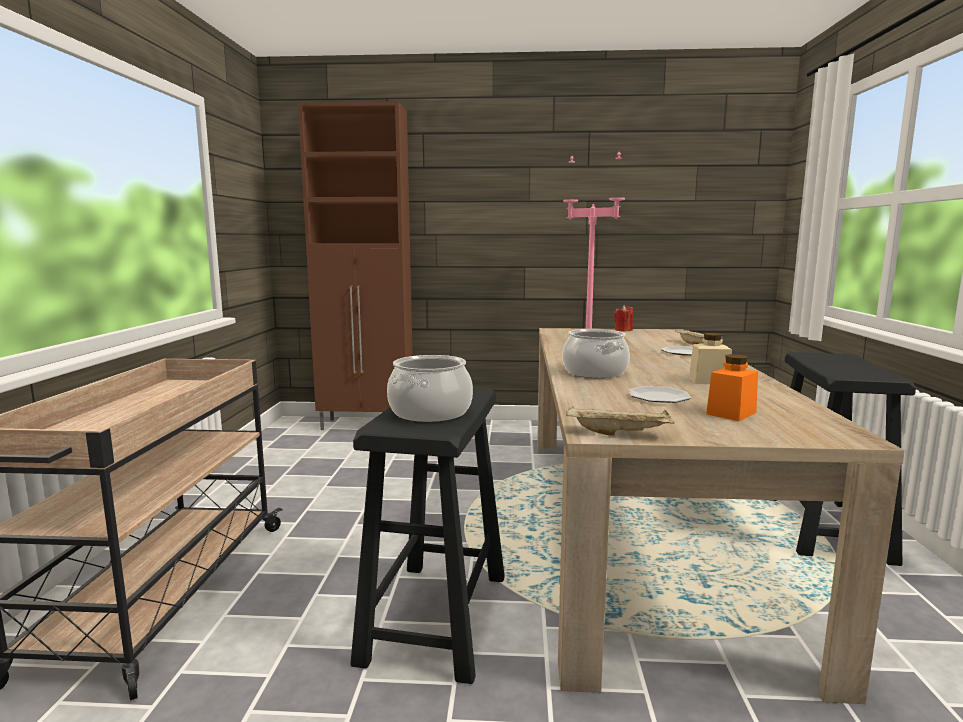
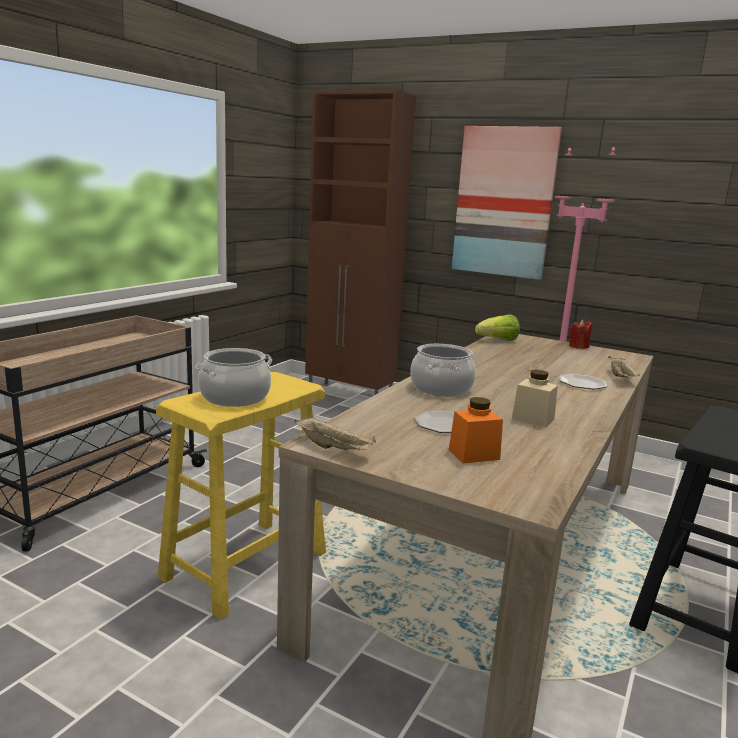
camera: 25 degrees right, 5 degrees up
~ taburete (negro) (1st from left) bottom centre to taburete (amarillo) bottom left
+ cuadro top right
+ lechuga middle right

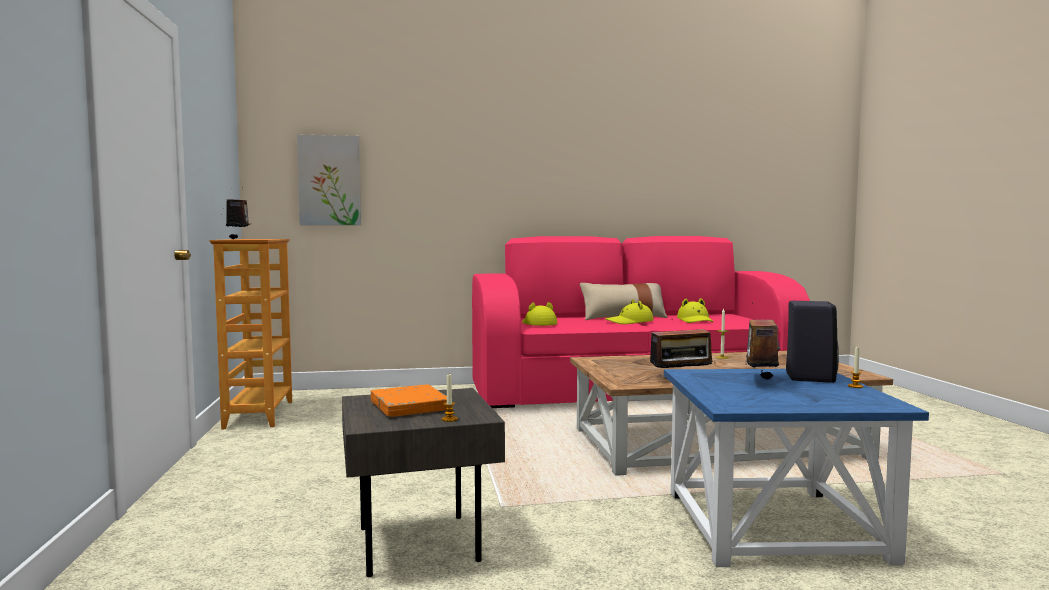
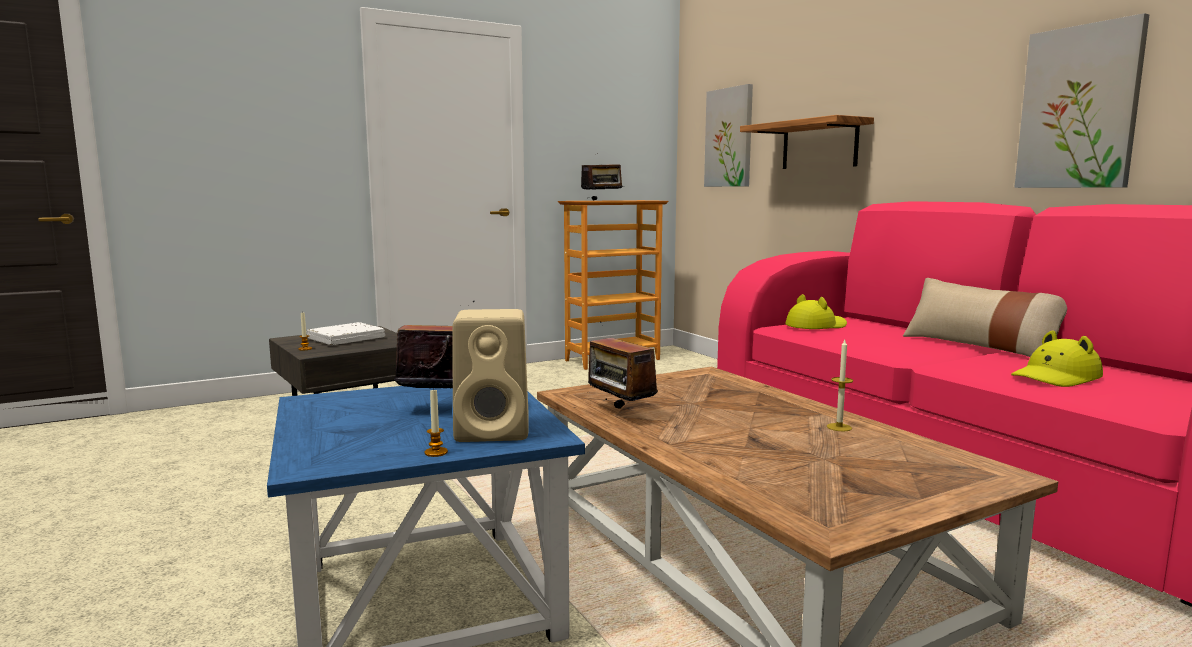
camera: 70 degrees right, 5 degrees up
- sombrero (amarillo) (2nd from left) centre
~ altavoz (negro) middle right to altavoz (beis) centre
~ libro (naranja) bottom centre to libro (blanco) middle left
+ cuadro (2nd from left) top right
+ estante top right

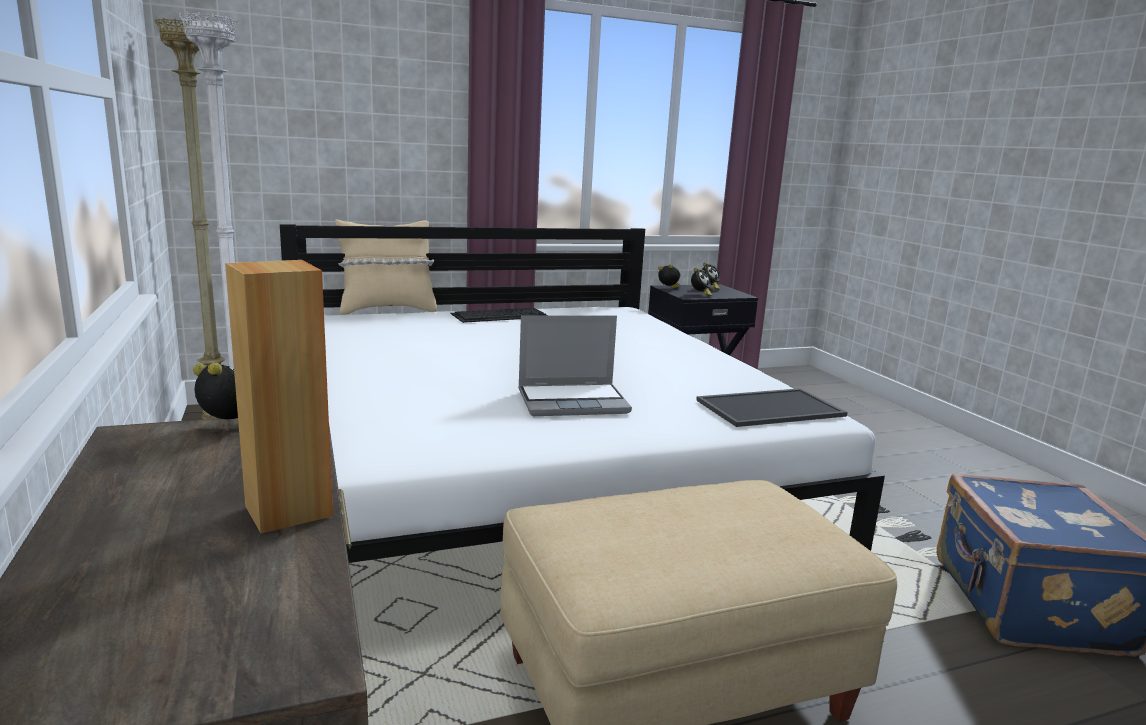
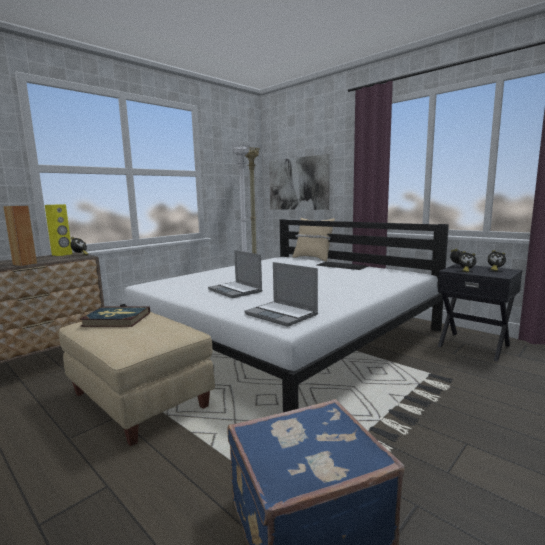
camera: 65 degrees right, 5 degrees down
~ bandeja middle right to portátil (2nd from left) centre
+ cuadro centre
+ altavoz (amarillo) middle left
+ libro middle left

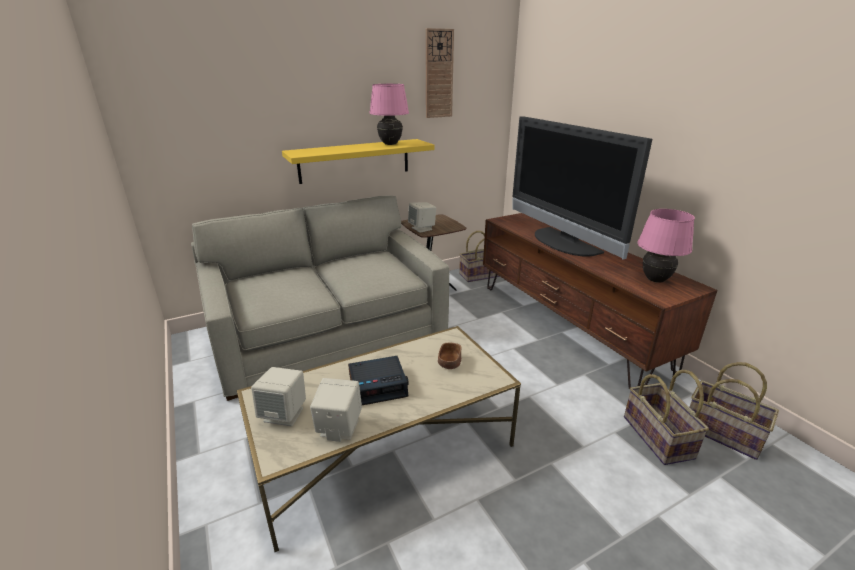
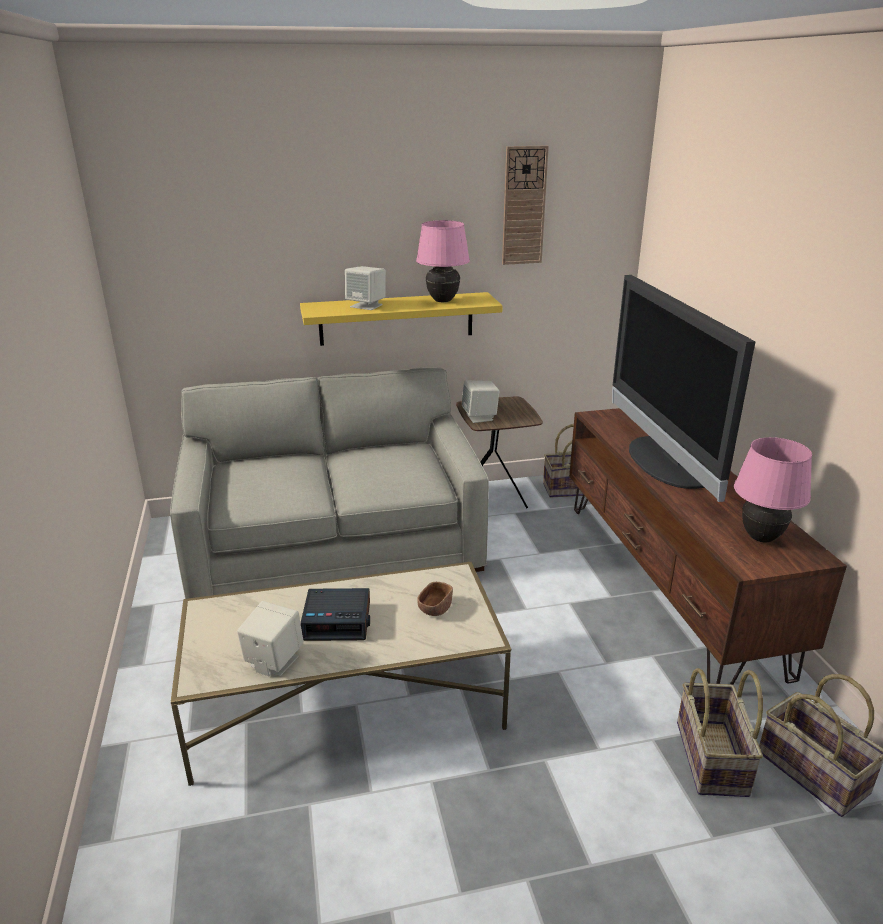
camera: 15 degrees right, 0 degrees up
~ altavoz (beis) (1st from left in the first image) bottom left to altavoz (beis) (2nd from left) top centre

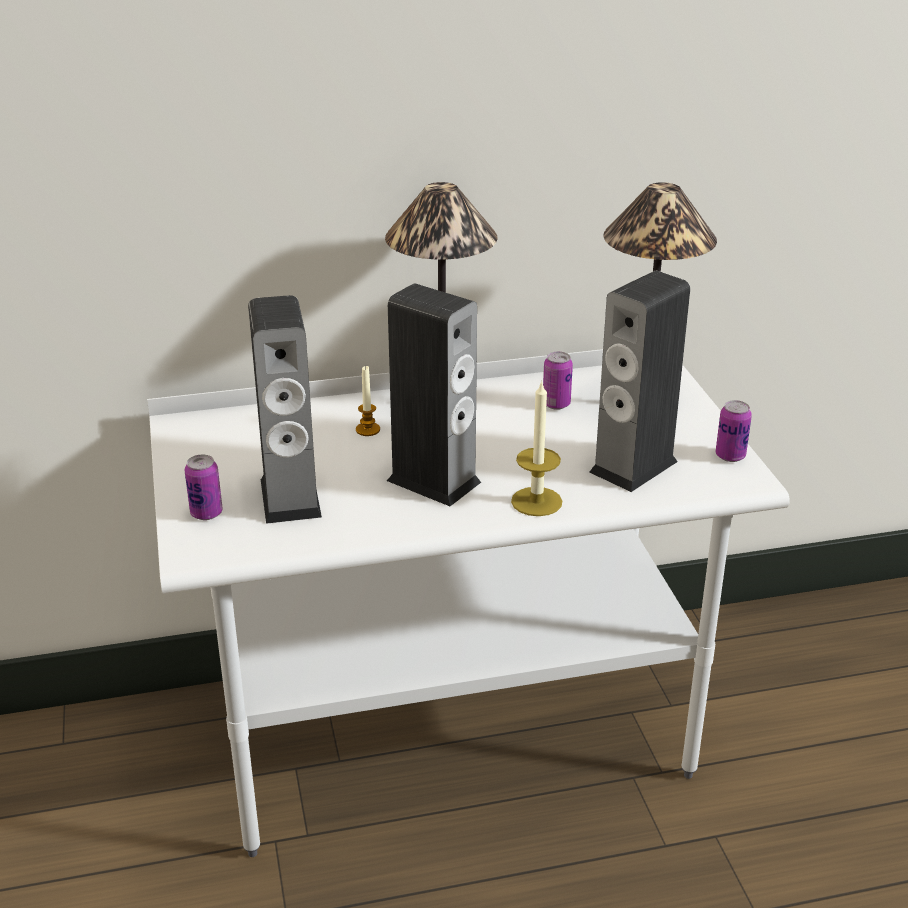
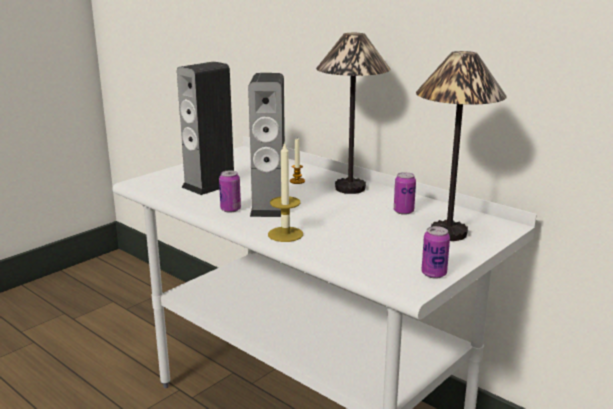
camera: 55 degrees right, 10 degrees down
- altavoz (3rd from left) middle right
~ lata (1st from left) middle left to centre

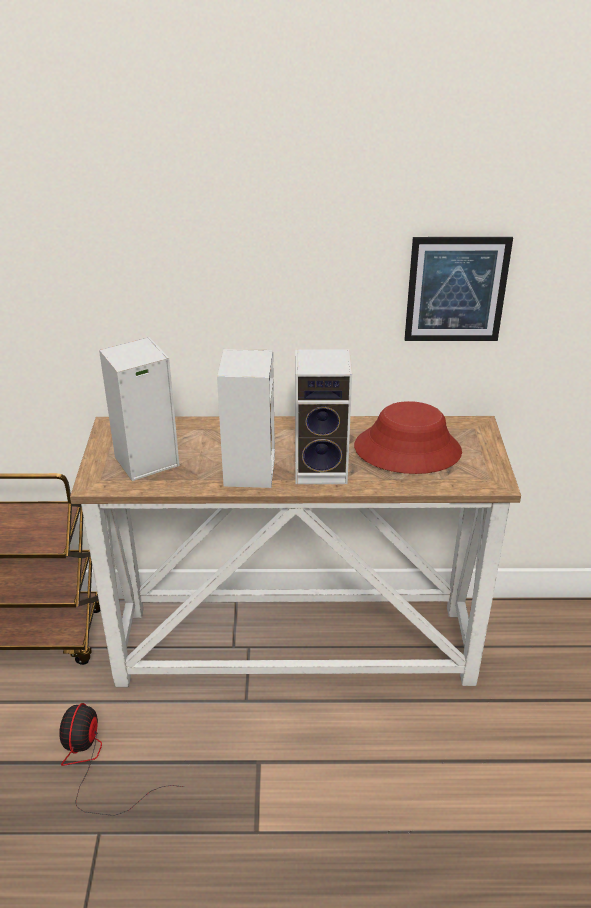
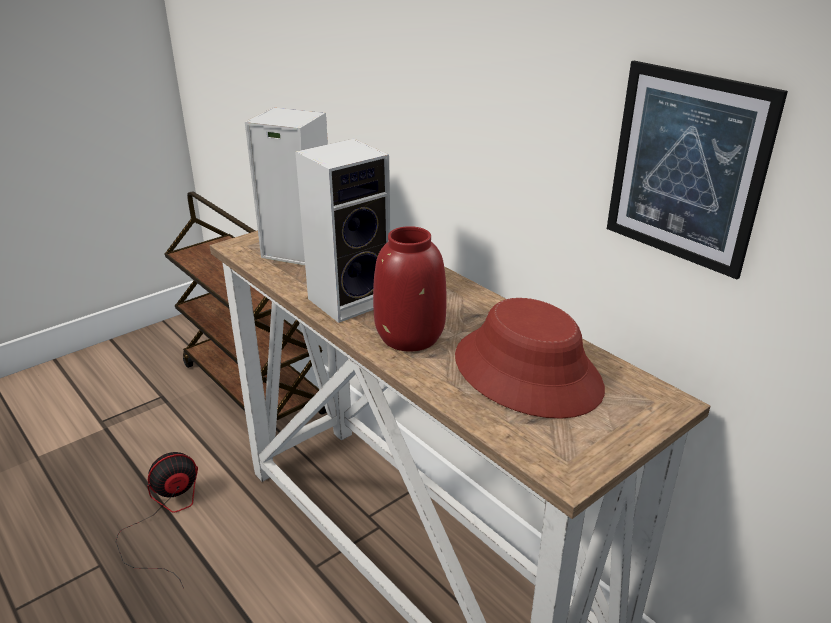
camera: 50 degrees right, 5 degrees down
~ altavoz (3rd from left) centre to florero (rojo) centre

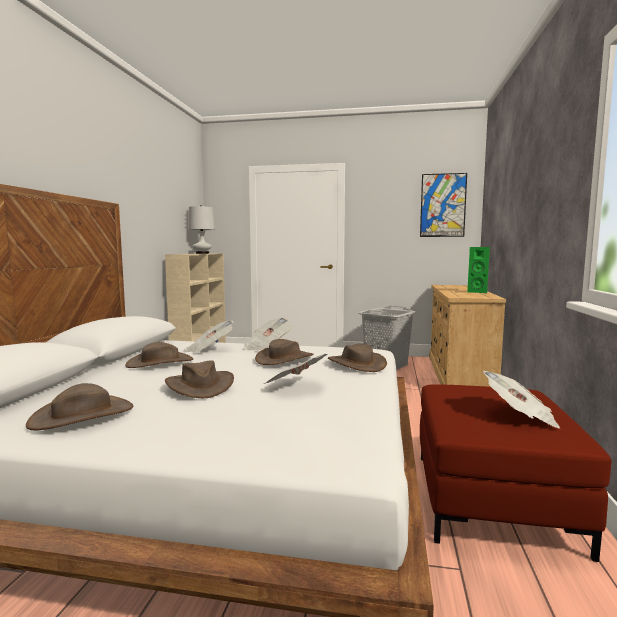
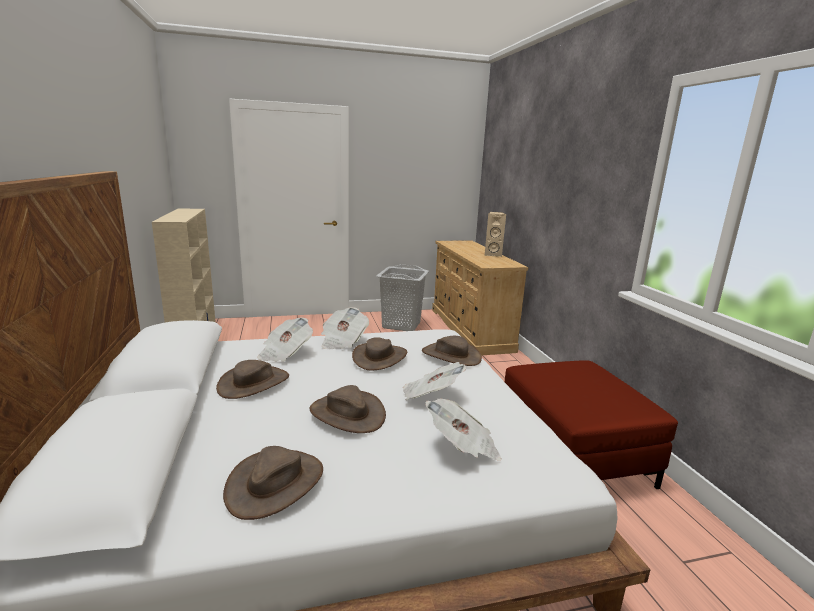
camera: 25 degrees left, 10 degrees up
- cuadro top right
- lámpara de mesa (blanco) middle left
~ altavoz (verde) middle right to altavoz (beis) centre
~ periódico (4th from left) middle right to bottom centre

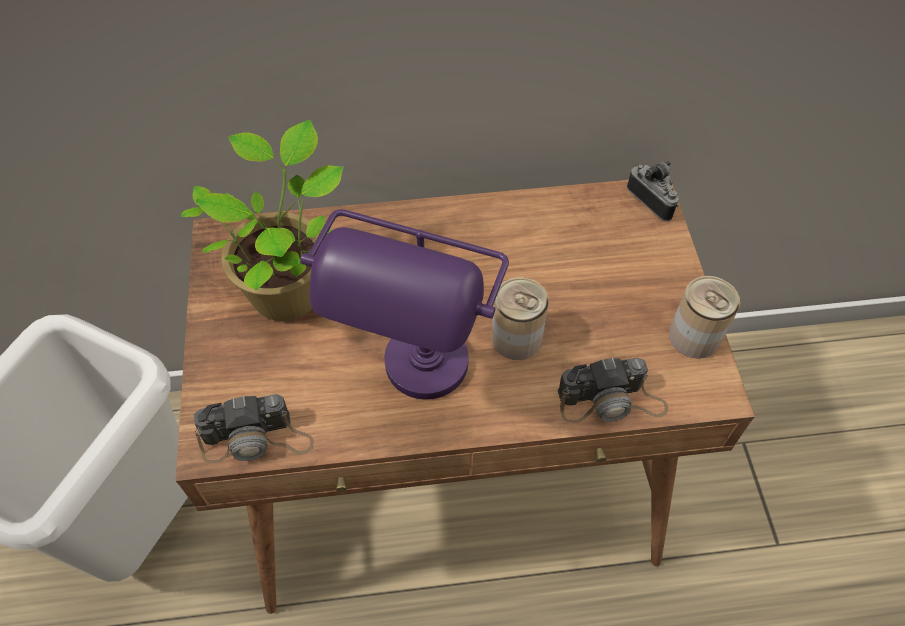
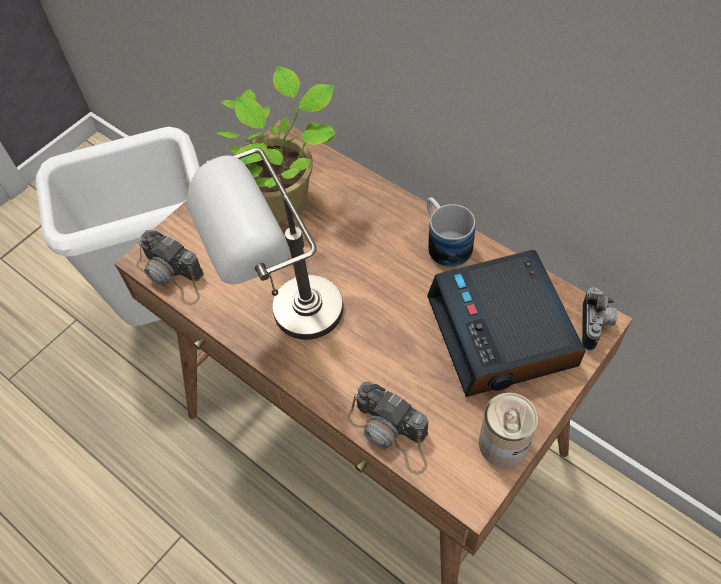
camera: 50 degrees right, 0 degrees up
~ lámpara de mesa (morado) centre to lámpara de mesa (gris) centre
- lata (1st from left) centre
+ taza grande centre
+ despertador middle right

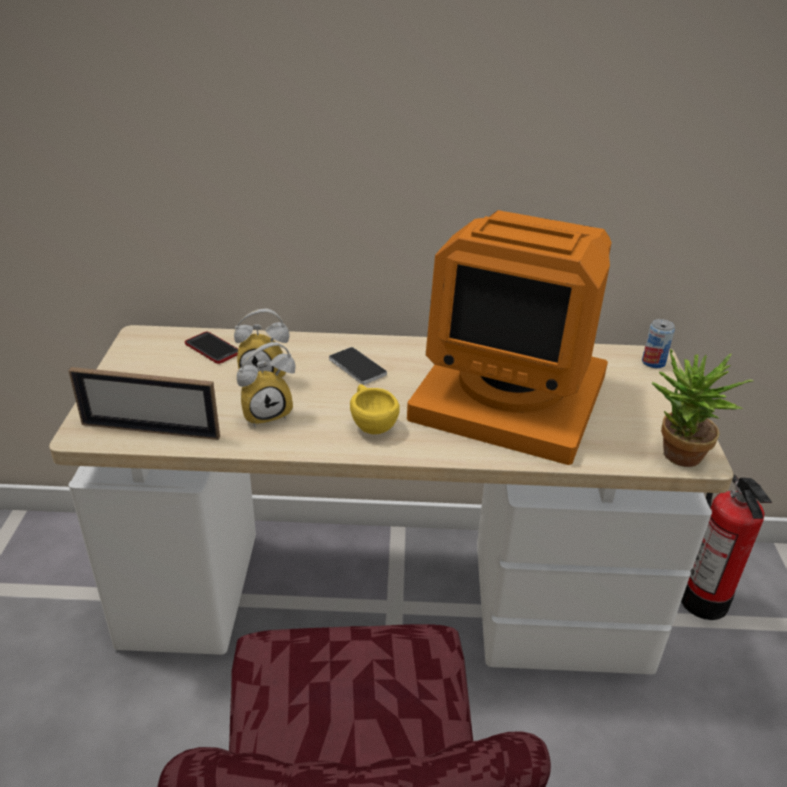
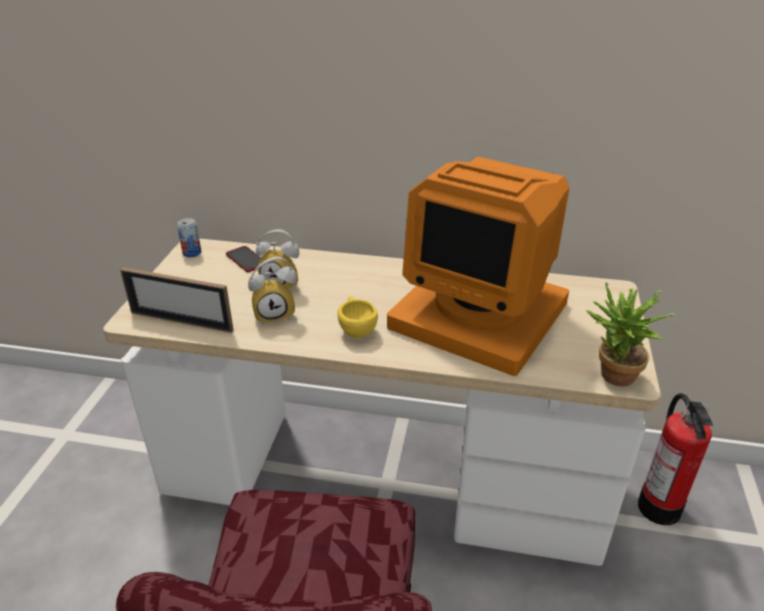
camera: 10 degrees right, 0 degrees up
~ lata middle right to middle left
- móvil (2nd from left) centre

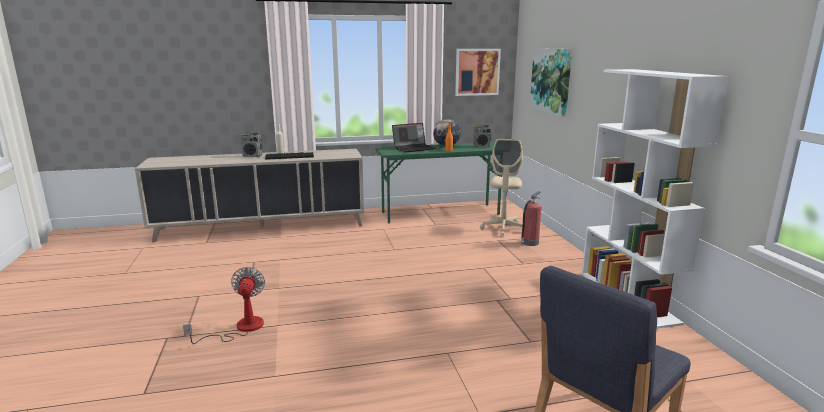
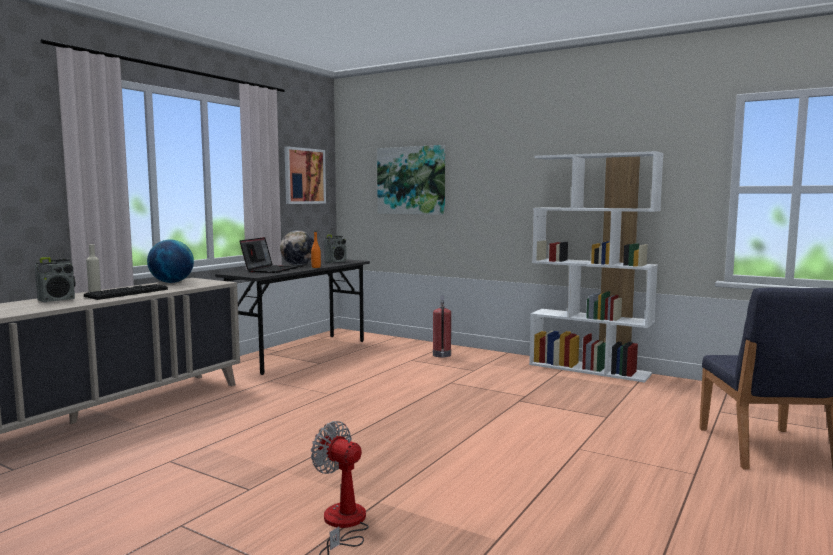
camera: 45 degrees left, 10 degrees down
- silla de oficina (beis) centre
~ escritorio (verde) centre to escritorio (gris) centre
+ globo terráqueo (1st from left) middle left

